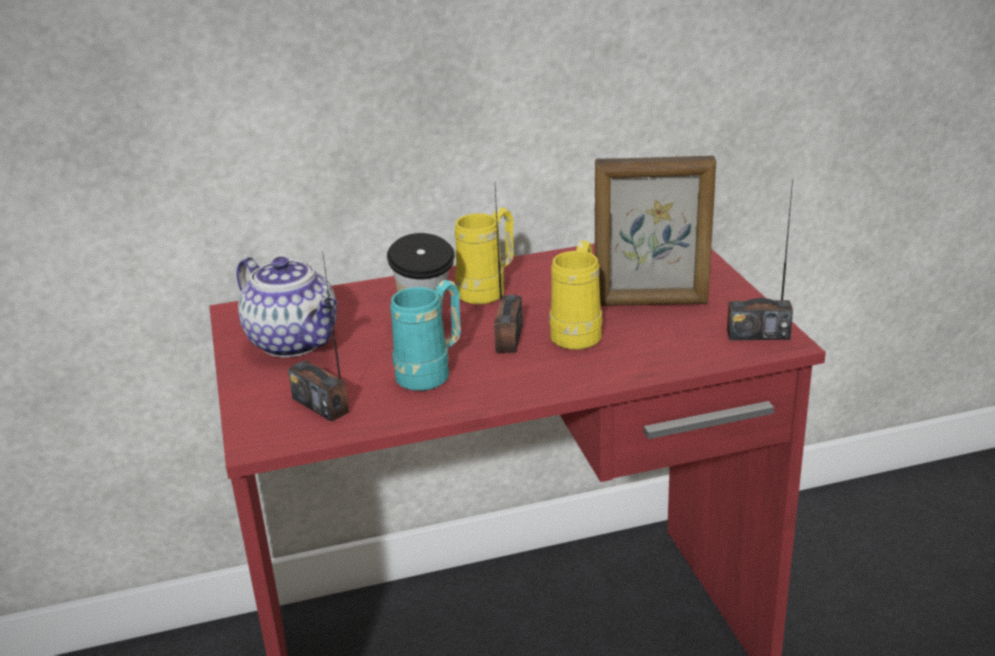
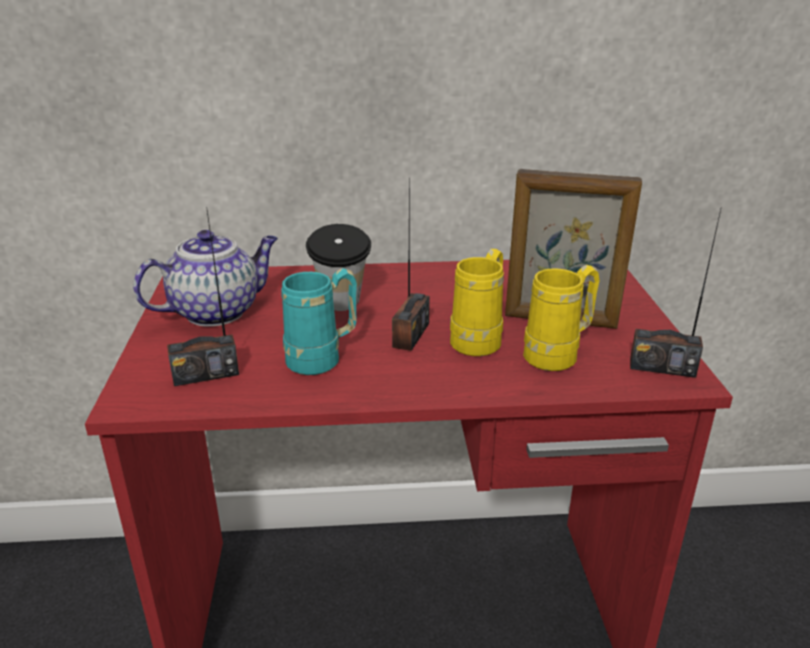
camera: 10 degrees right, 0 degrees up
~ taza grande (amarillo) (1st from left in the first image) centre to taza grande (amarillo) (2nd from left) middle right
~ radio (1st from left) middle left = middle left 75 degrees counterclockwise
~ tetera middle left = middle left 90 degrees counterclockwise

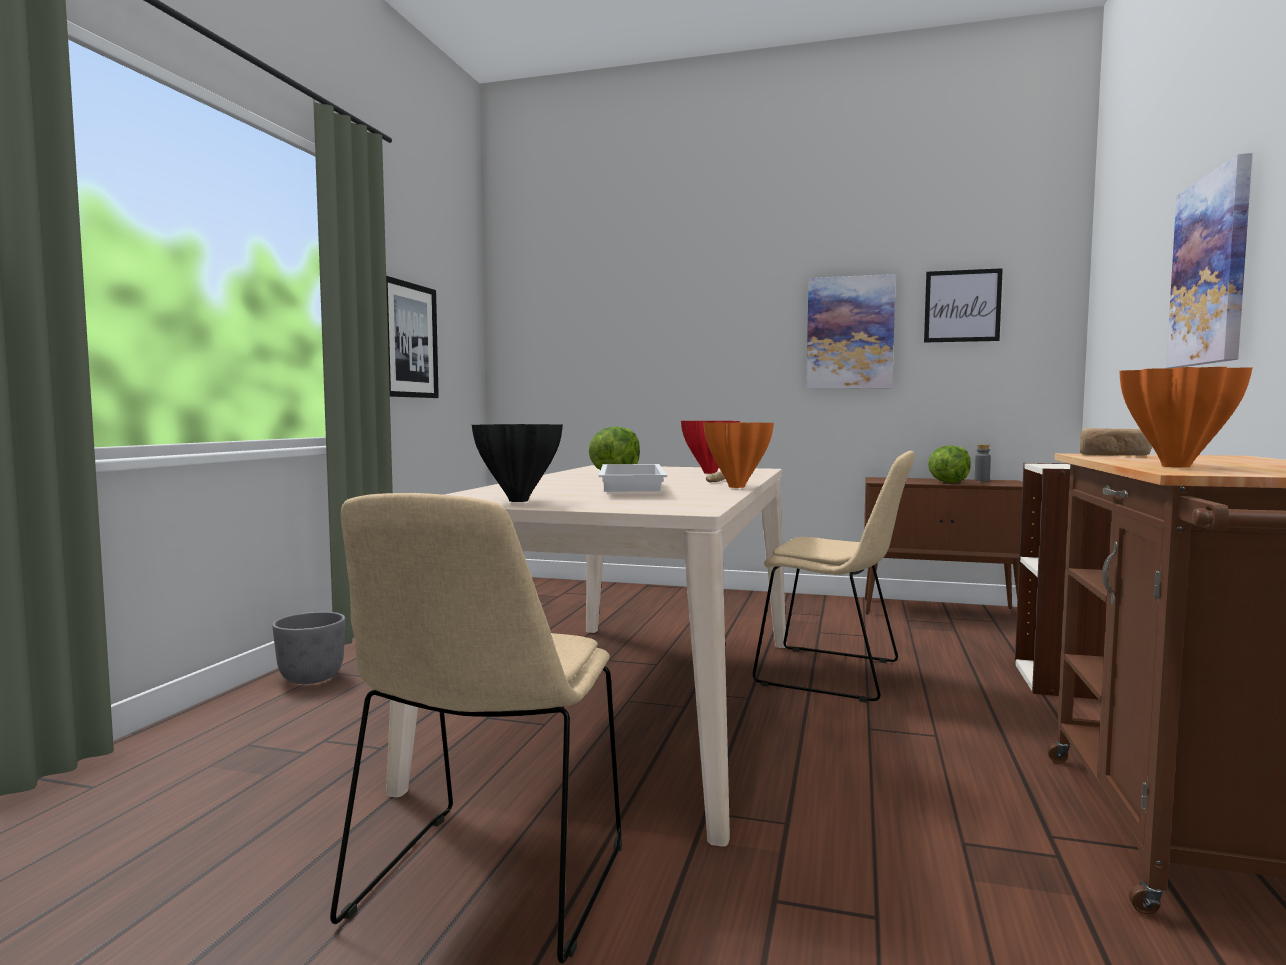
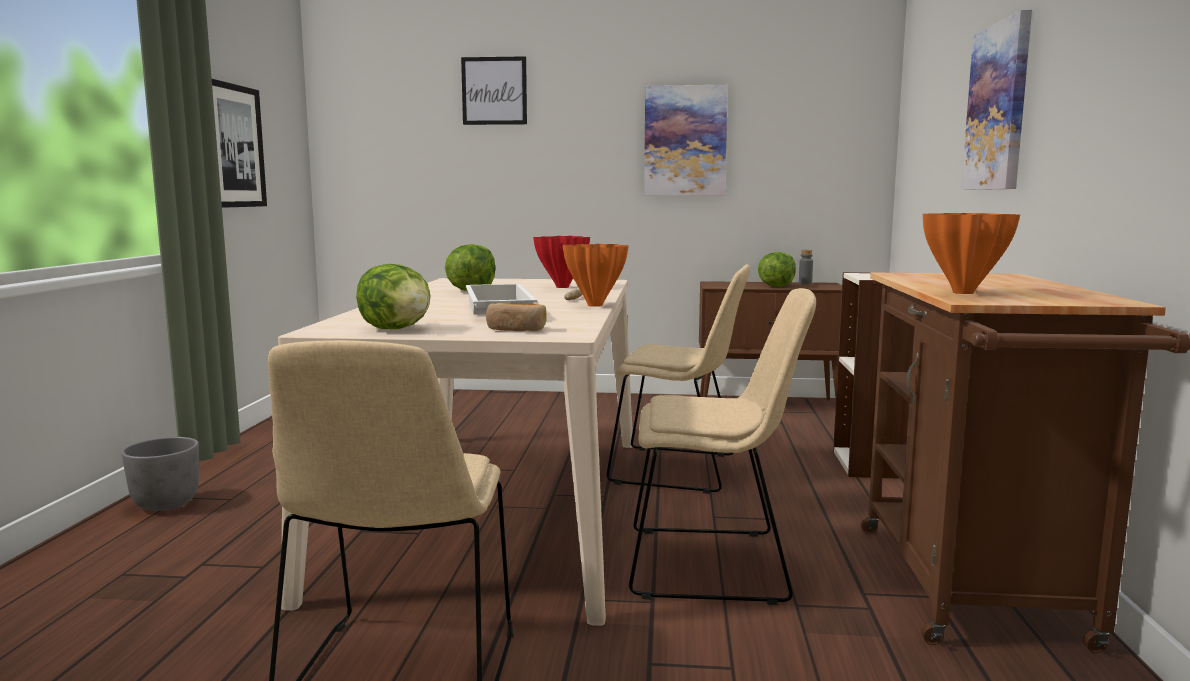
camera: 10 degrees left, 5 degrees up
~ cuadro (3rd from left in the first image) top right to cuadro (2nd from left) top centre
~ florero (negro) centre to lechuga (1st from left) middle left
~ pan (2nd from left in the first image) middle right to pan (1st from left) centre
+ silla (beis) (3rd from left) centre

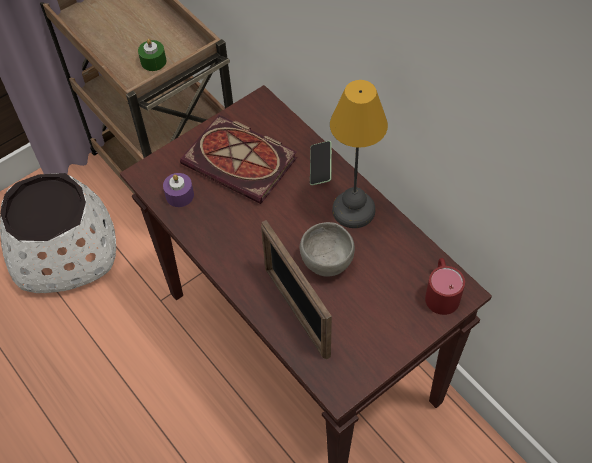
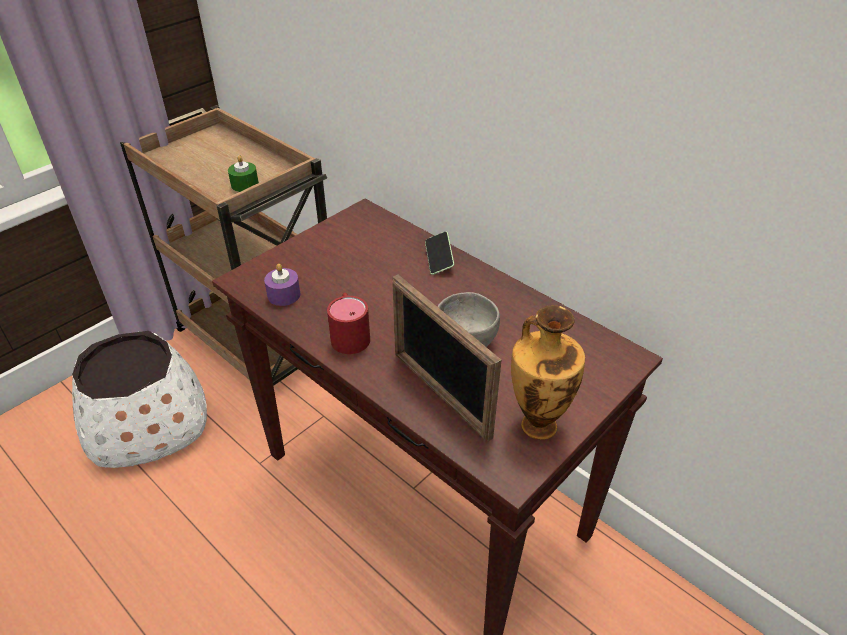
camera: 10 degrees left, 15 degrees down
- lámpara de mesa top centre
- libro centre
~ taza grande (rojo) middle right to centre
+ florero centre

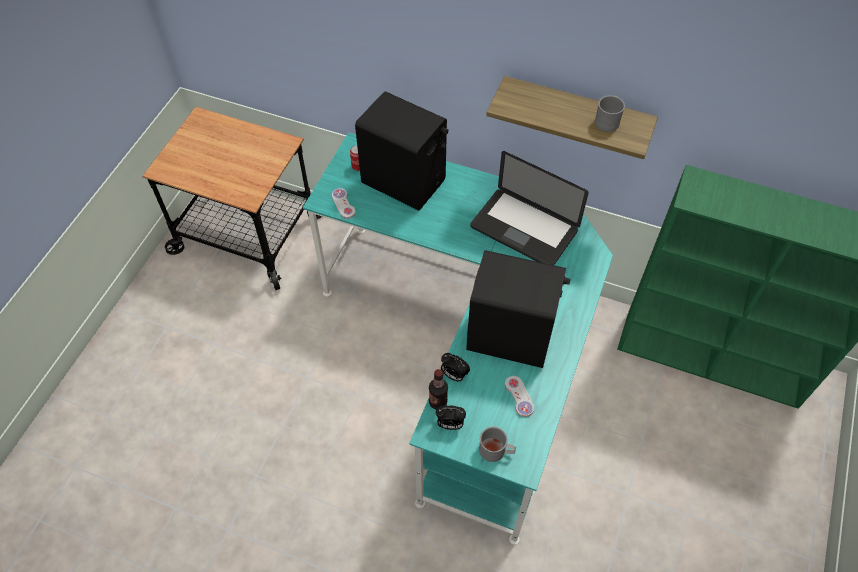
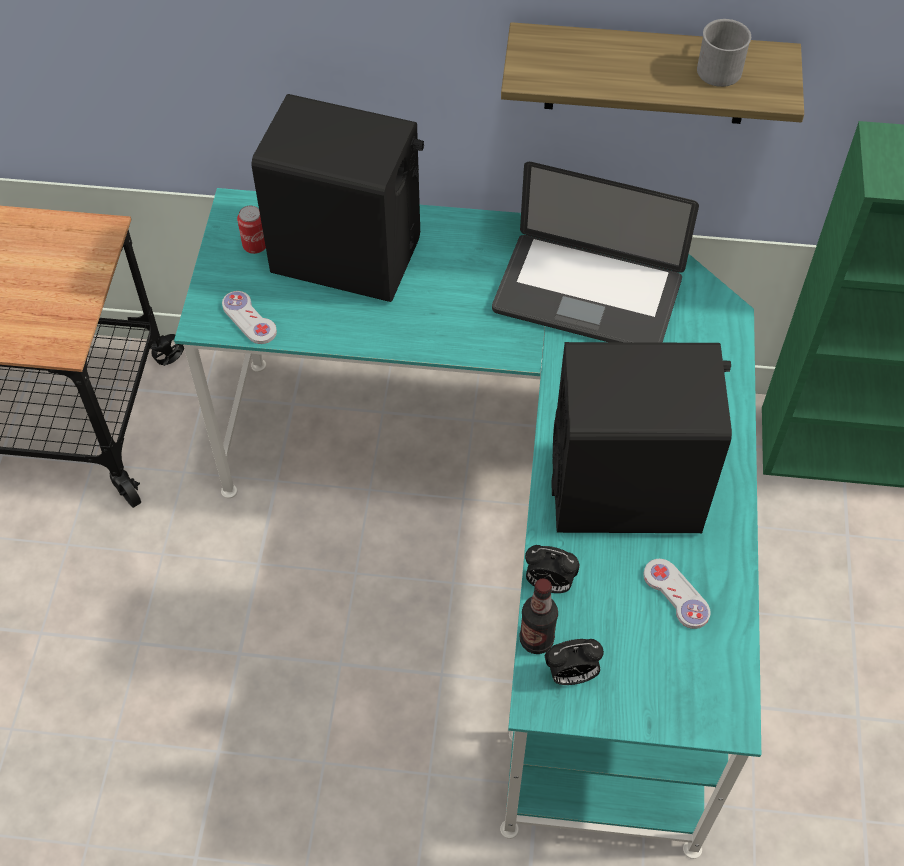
camera: 15 degrees left, 0 degrees up
- taza grande (gris) (1st from left) bottom centre

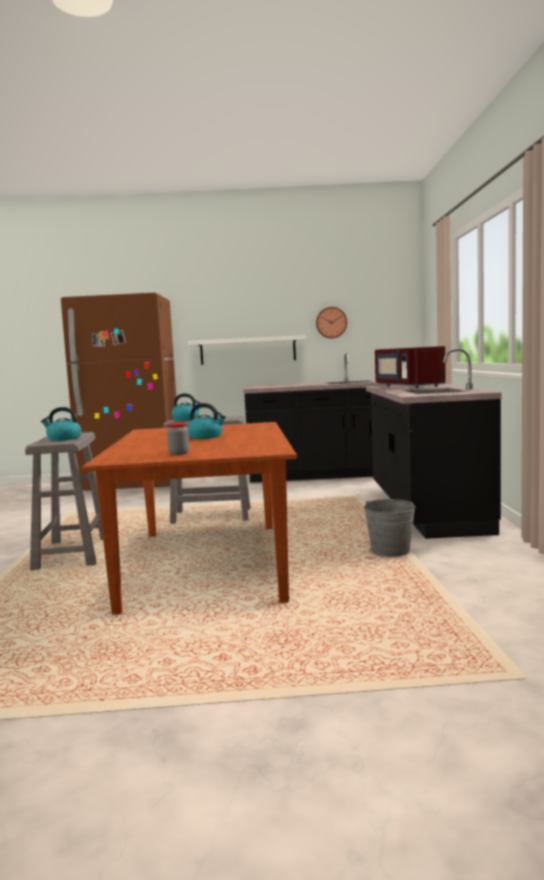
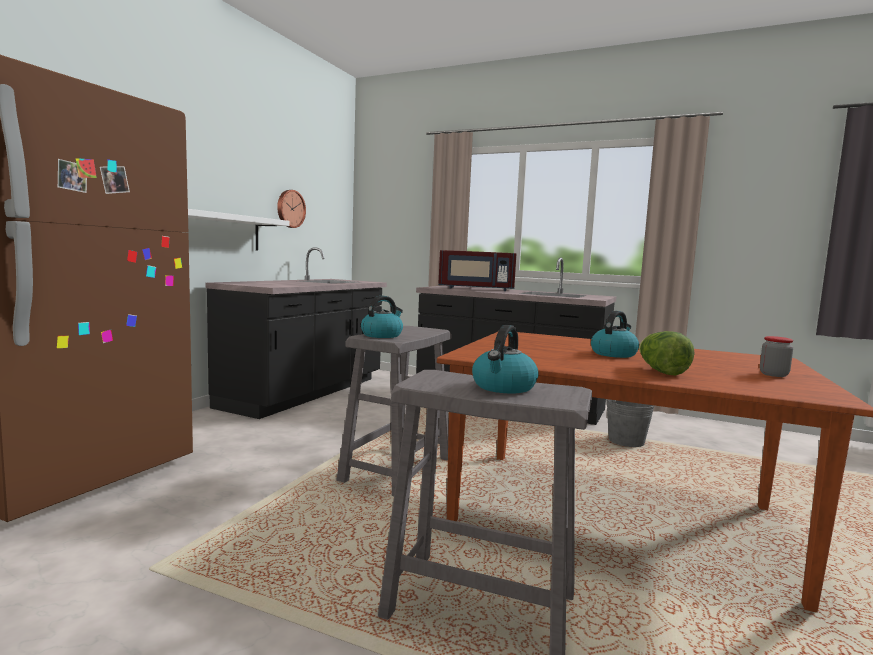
camera: 65 degrees left, 0 degrees up
+ lechuga middle right

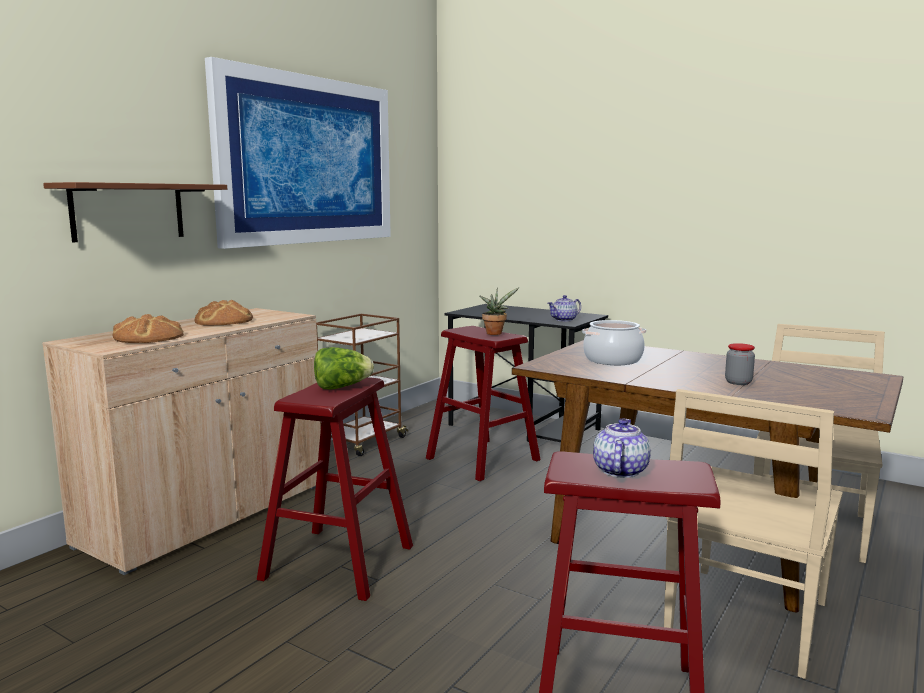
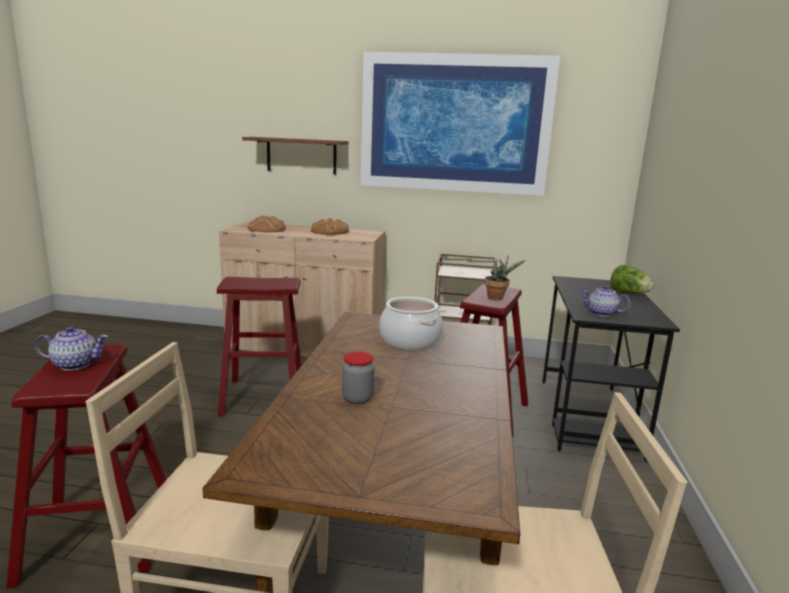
camera: 65 degrees right, 5 degrees up
~ lechuga centre to middle right

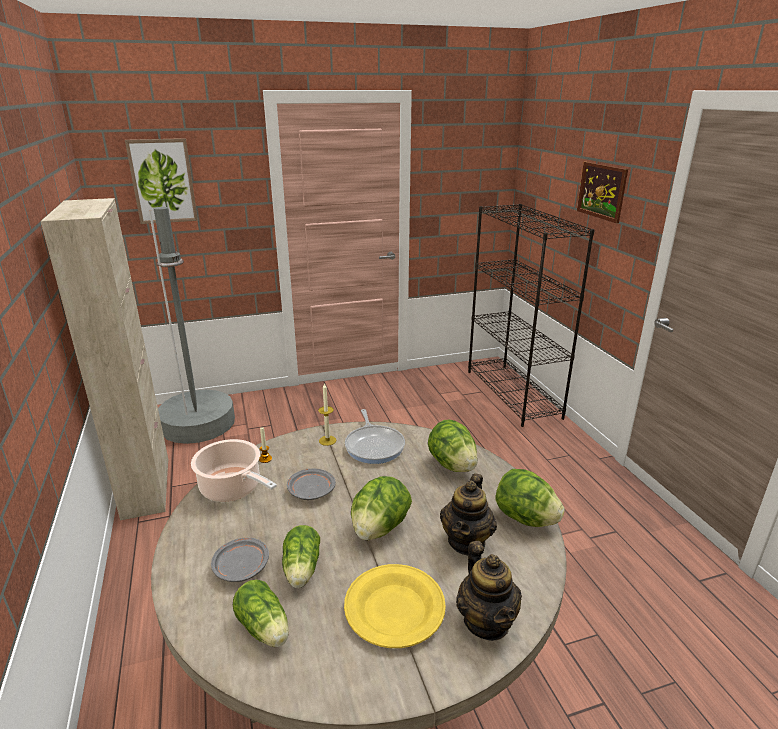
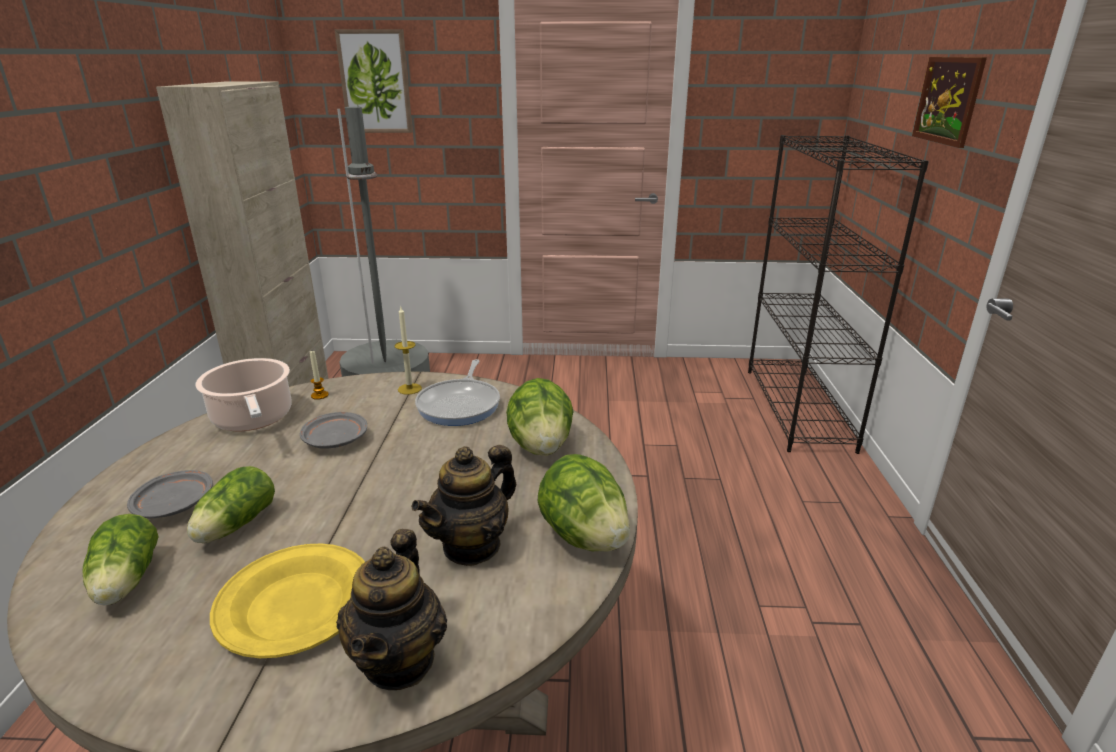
camera: 20 degrees right, 0 degrees up
- lechuga (3rd from left) bottom centre

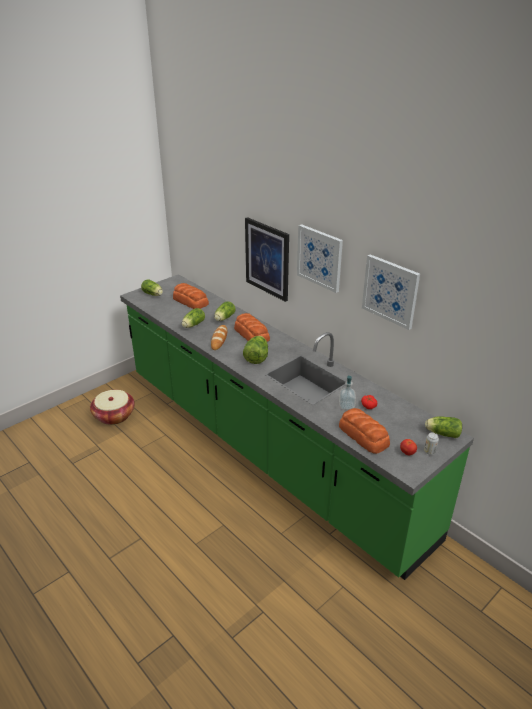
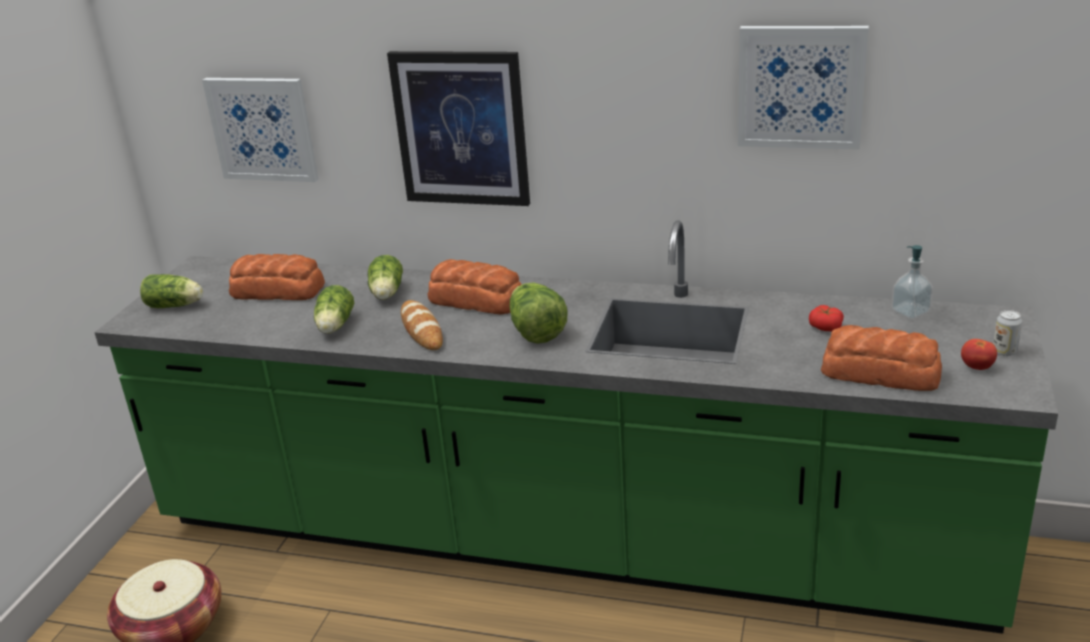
camera: 30 degrees left, 5 degrees down
~ cuadro (2nd from left in the first image) centre to cuadro (1st from left) top left
~ dispensador de jabón centre to middle right
- lechuga (5th from left) middle right

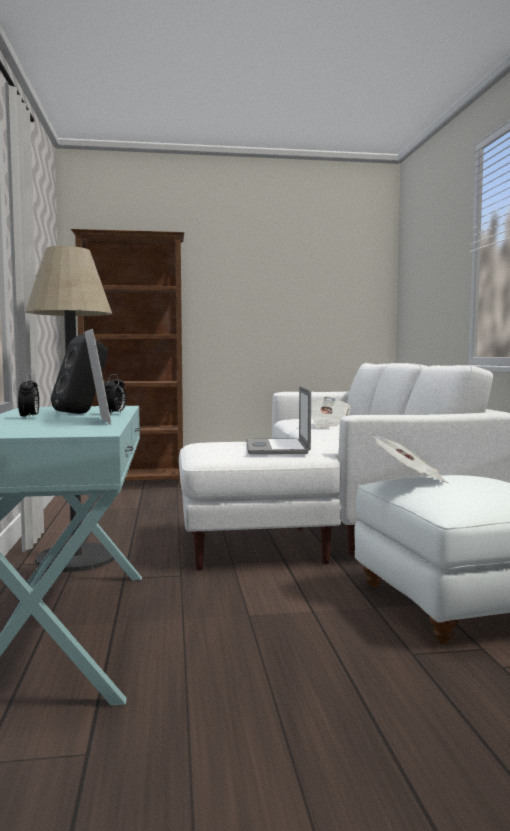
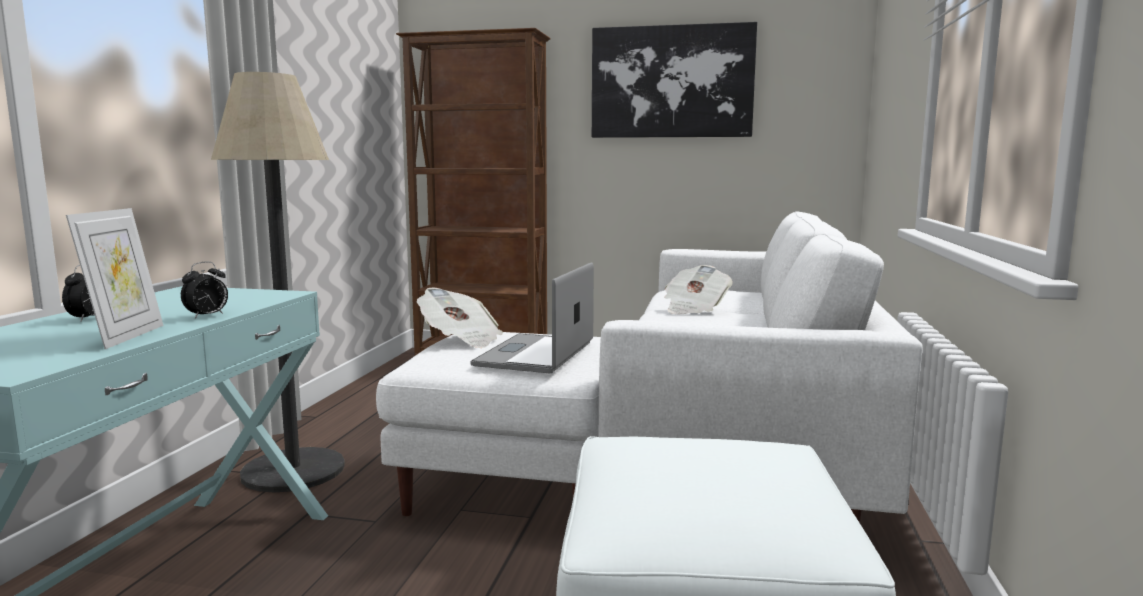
camera: 20 degrees right, 5 degrees up
- altavoz (negro) middle left
~ periódico (2nd from left in the first image) middle right to periódico (1st from left) centre
+ cuadro top centre

